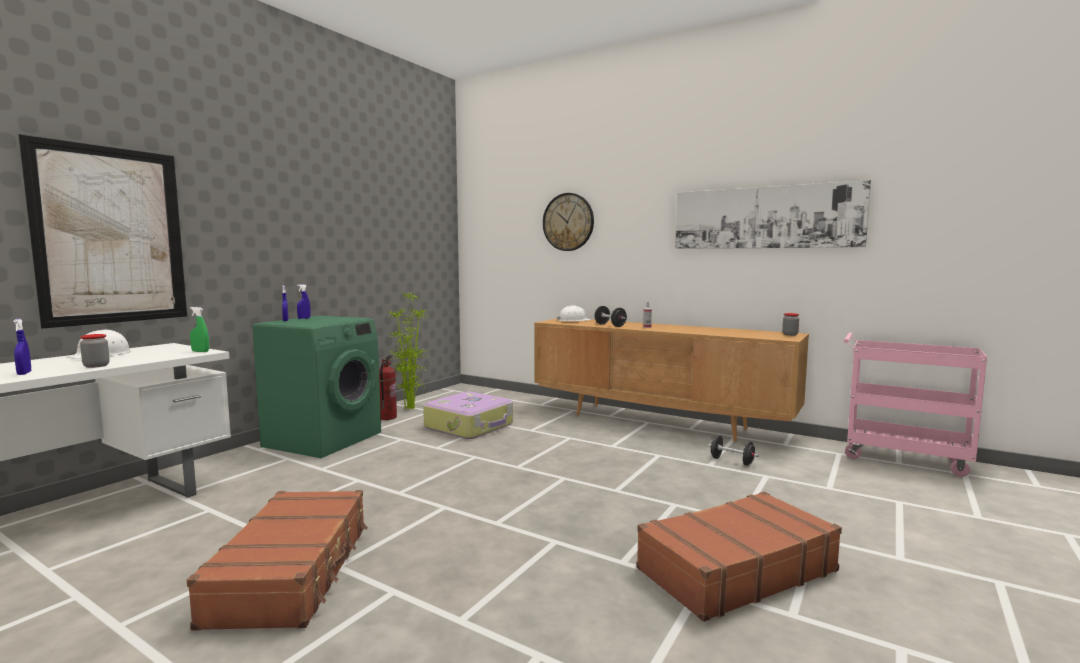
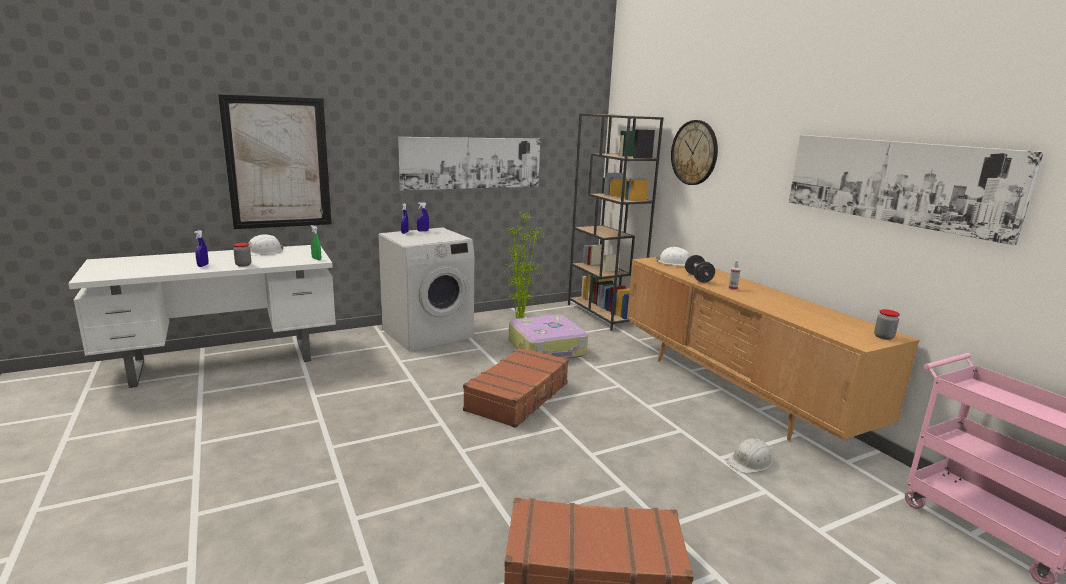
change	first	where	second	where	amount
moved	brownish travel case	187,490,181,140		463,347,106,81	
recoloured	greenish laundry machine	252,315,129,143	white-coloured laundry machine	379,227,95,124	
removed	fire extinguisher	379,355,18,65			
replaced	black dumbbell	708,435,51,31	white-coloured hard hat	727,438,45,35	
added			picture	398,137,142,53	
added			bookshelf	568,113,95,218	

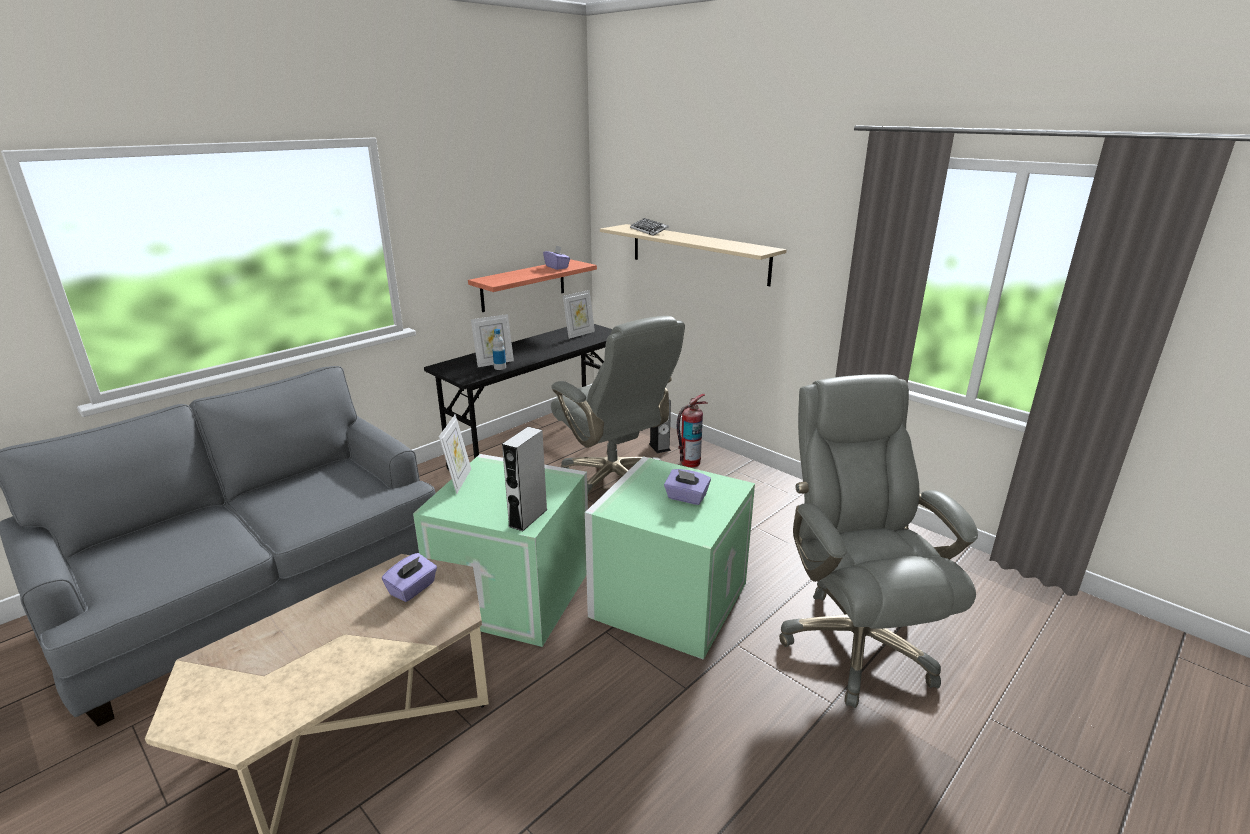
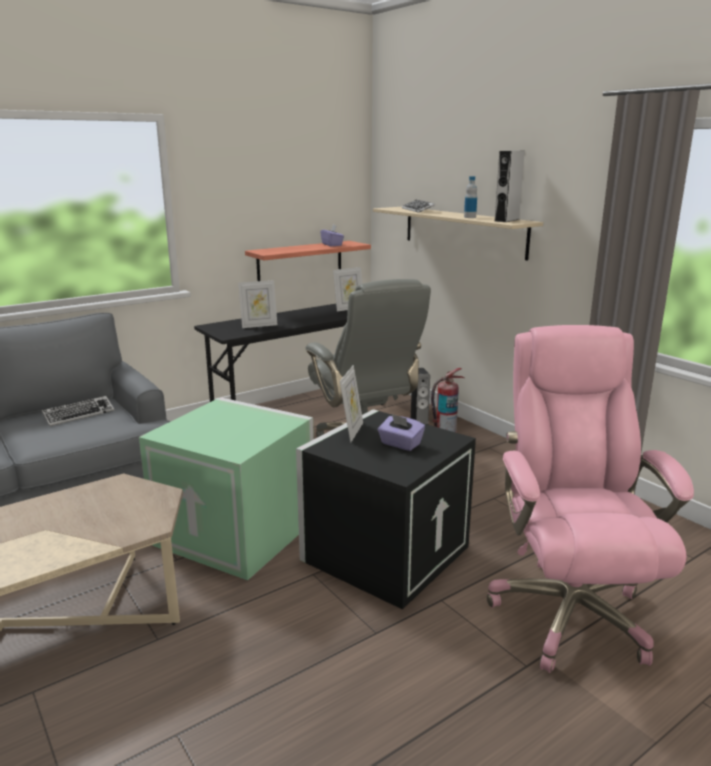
change	first	where	second	where	amount
removed	purplish tissue box	382,553,55,49			
moved	picture frame	439,414,32,80		340,365,23,78	
moved	bottle	493,329,13,41		464,176,13,42	
moved	grey speaker	502,427,46,104		494,151,31,71	
recoloured	greenish storage container	585,456,170,204	black storage container	296,409,180,201	
recoloured	grey computer chair	779,374,199,334	pink computer chair	487,325,207,348	
added			PC keyboard	42,396,72,30	

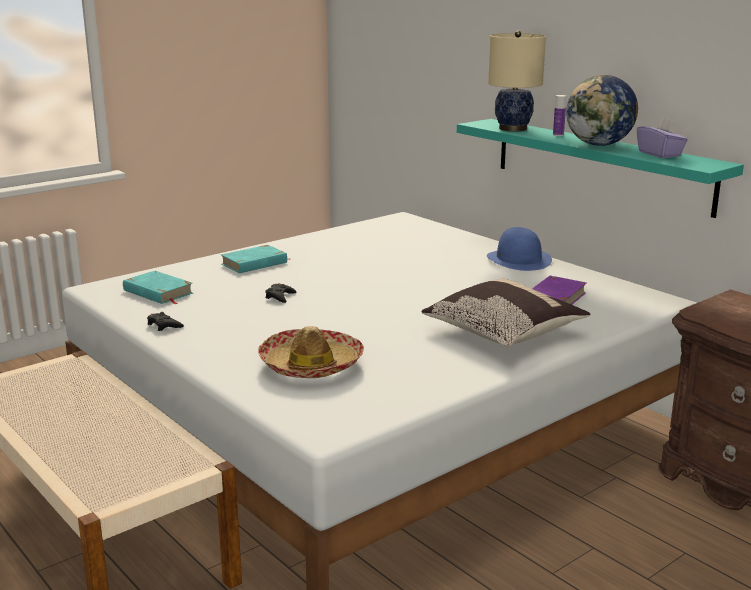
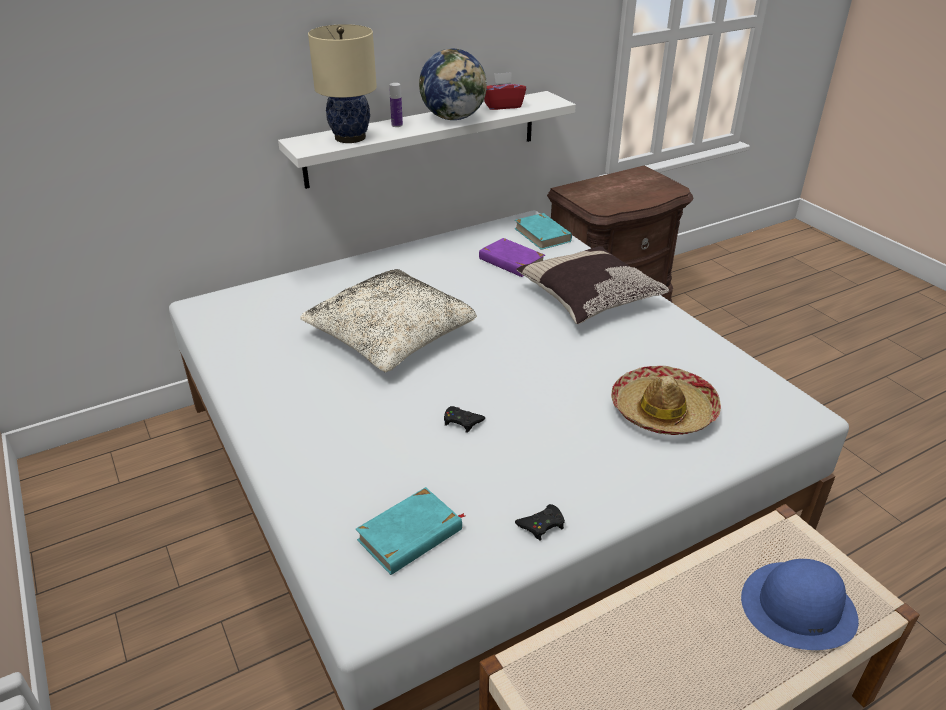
change	first	where	second	where	amount
moved	turquoise book	221,245,68,28		514,213,58,37	
recoloured	turquoise wall shelf	457,119,287,99	white-coloured wall shelf	278,91,298,98	
moved	bluish hat	487,227,65,44		741,559,118,91	
recoloured	purplish tissue box	637,117,51,41	red-coloured tissue box	484,72,42,38	
added			sand-coloured pillow	300,269,177,103	

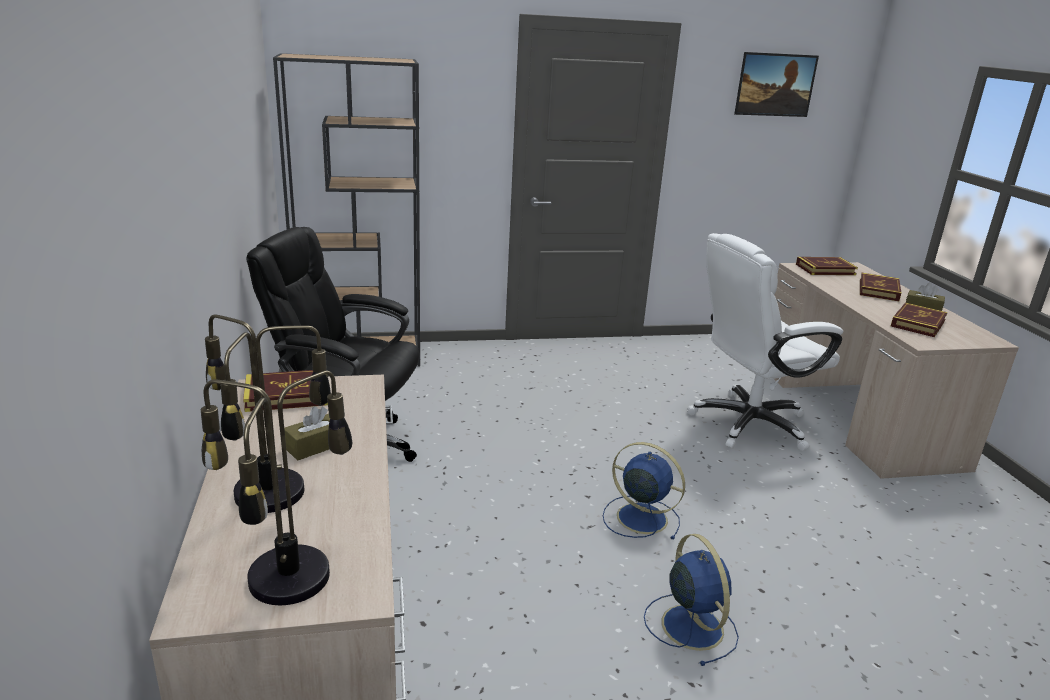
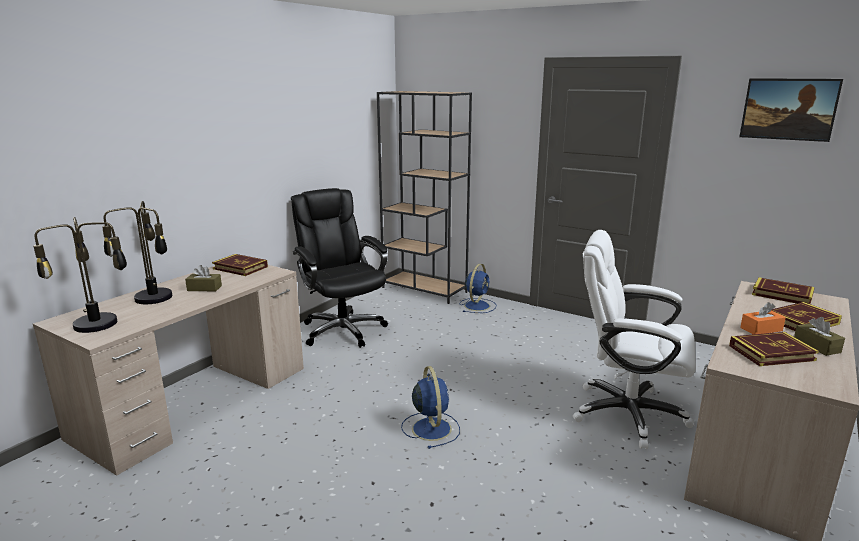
change	first	where	second	where	amount
moved	bluish fan	644,534,95,132		460,264,36,49	
added			orange tissue box	740,302,46,32	

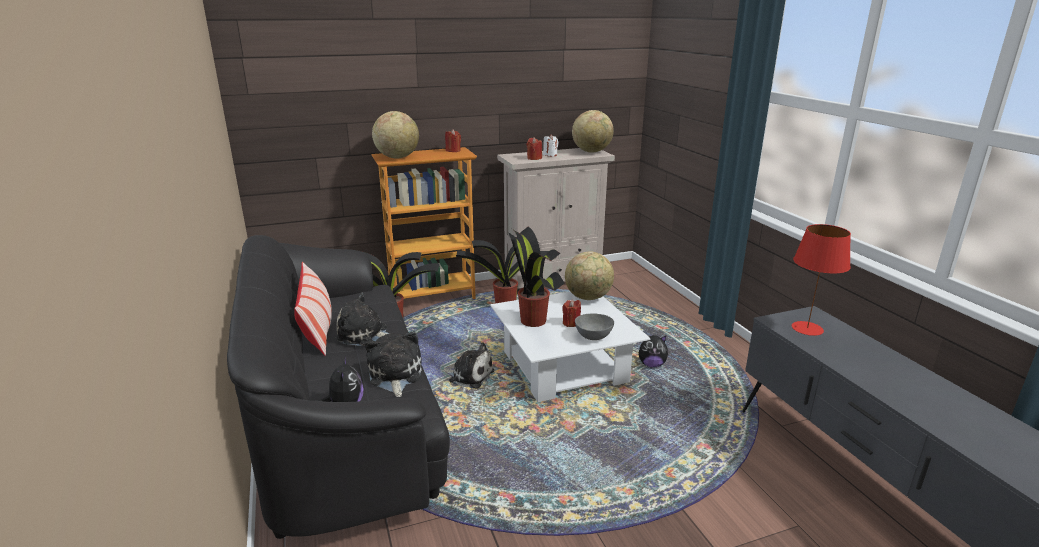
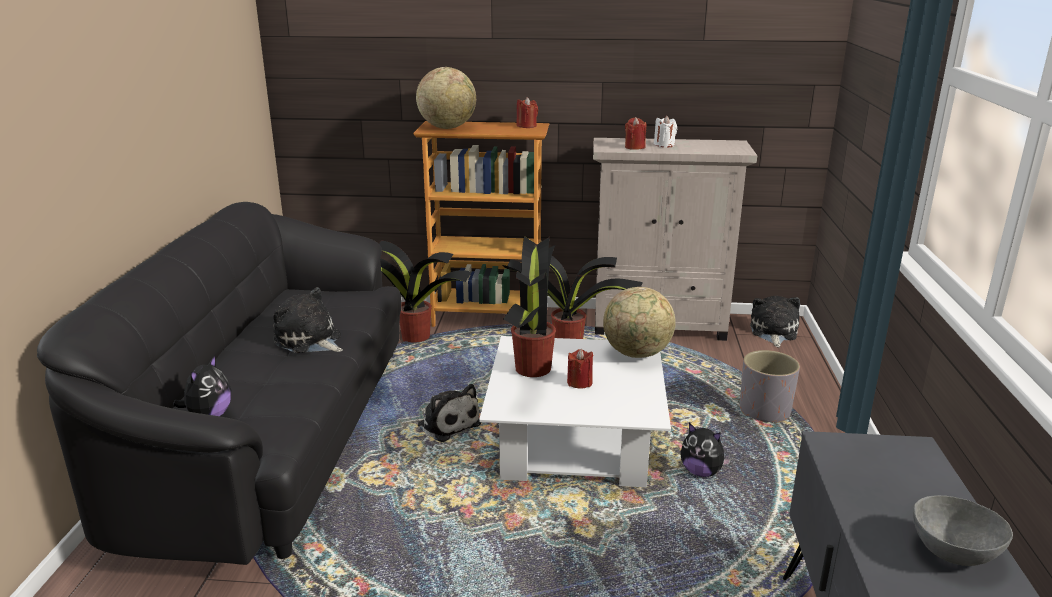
change	first	where	second	where	amount
removed	pillow	294,262,38,94			
moved	soft toy	365,331,57,66		750,296,50,52	
removed	world globe	572,110,42,42			
moved	grey serving bowl	575,313,39,27		913,495,100,71	
removed	red-coloured tabletop lamp	792,224,59,112			
added			grey planter	740,350,60,73	

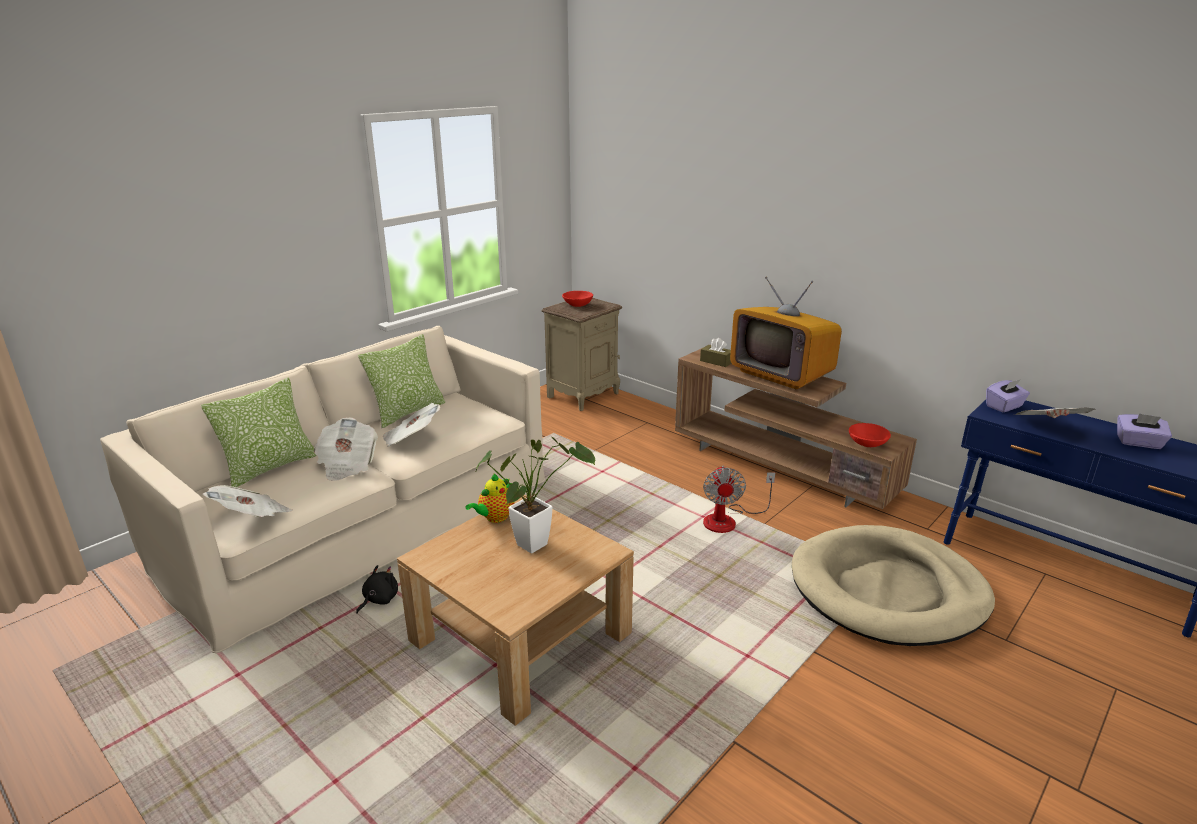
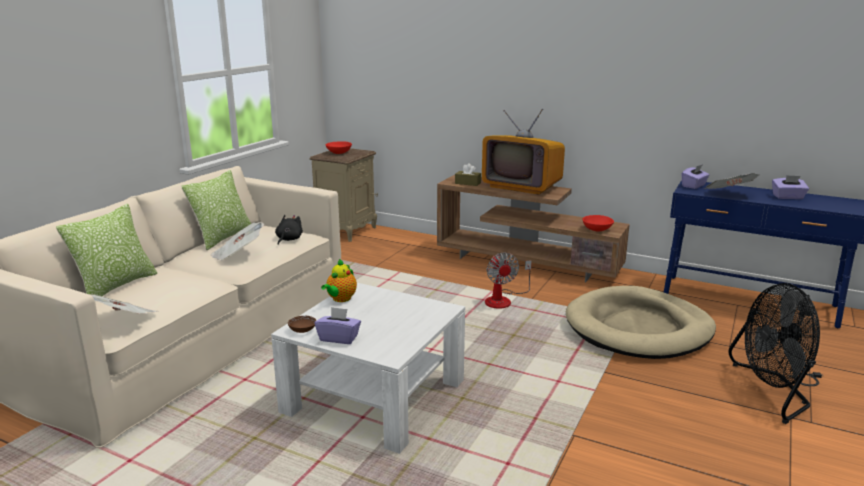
change	first	where	second	where	amount
removed	printed paper	314,417,64,64			
moved	black soft toy	356,565,42,49		275,215,28,30	
recoloured	brownish lounge table	397,494,237,232	white-coloured lounge table	271,283,194,171	
removed	potted plant	475,437,120,116			
added			brownish serving bowl	288,316,29,17	
added			purplish tissue box	315,307,46,37	
added			black fan	729,283,94,141	

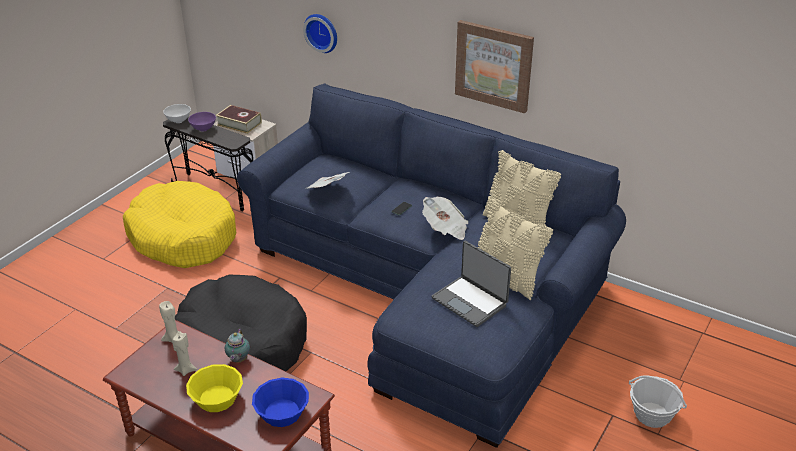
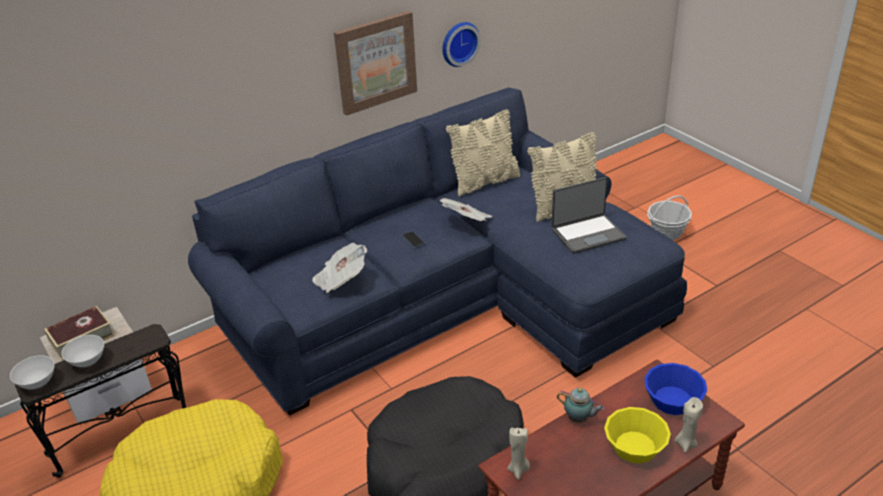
change	first	where	second	where	amount
moved	sand-coloured candle	173,331,24,45		675,397,28,55	
recoloured	purplish serving bowl	188,112,28,19	white-coloured serving bowl	61,335,43,32	
moved	wall clock	303,14,34,39		442,22,39,45	

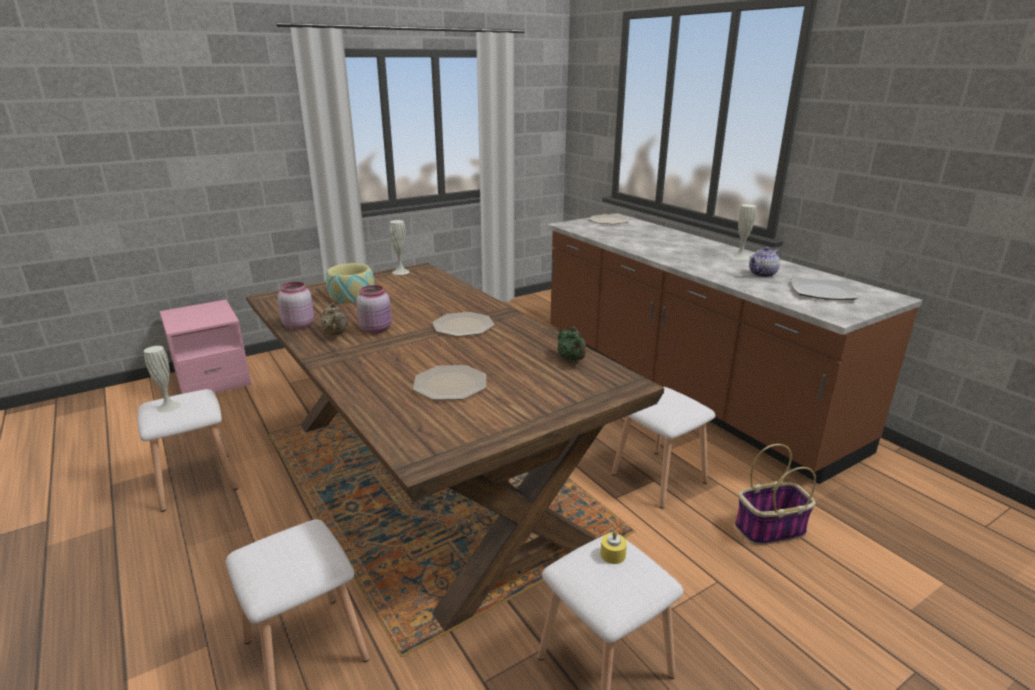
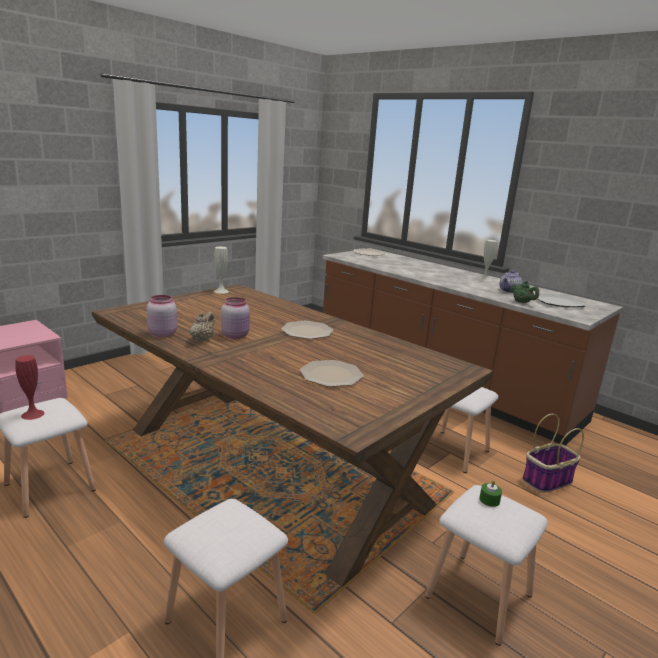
change	first	where	second	where	amount
recoloured	white-coloured decorative vase	144,346,37,67	red-coloured decorative vase	15,355,30,65	
turned	sand-coloured teapot	320,303,28,32		190,312,24,31	120 degrees counterclockwise
removed	serving bowl	326,263,48,40			
moved	greenish teapot	558,326,28,35		510,281,29,22	
recoloured	yellow-coloured candle	600,531,27,33	greenish candle	479,480,23,27	

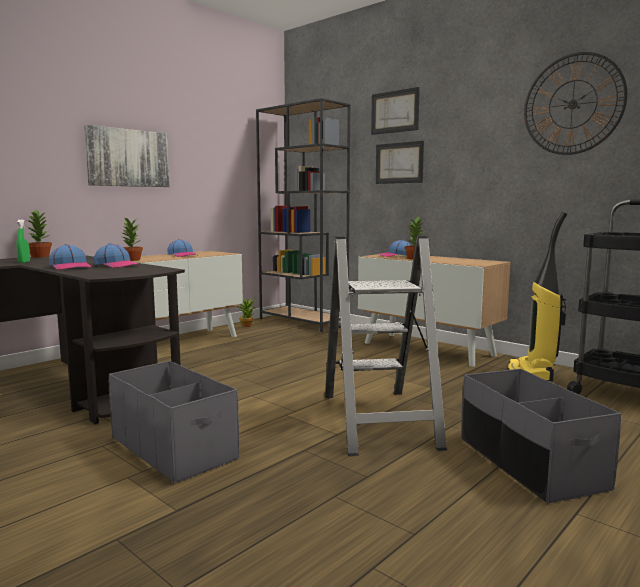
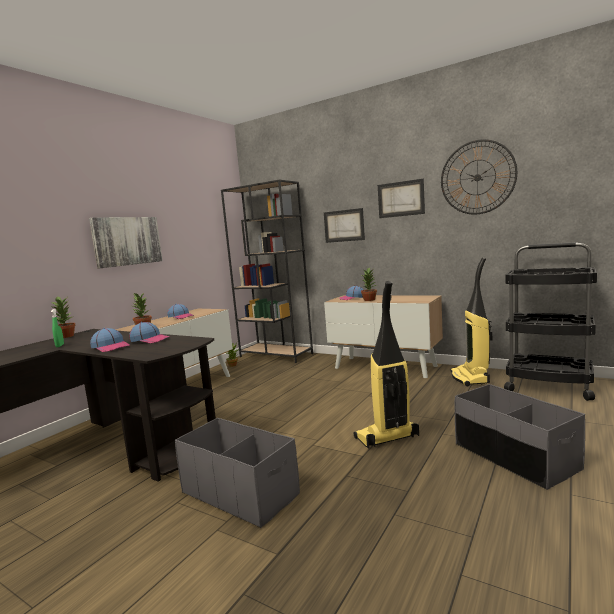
change	first	where	second	where	amount
replaced	grey step stool	325,235,122,221	vacuum cleaner	354,281,65,167	
moved	picture	371,87,49,48		378,179,47,39	

